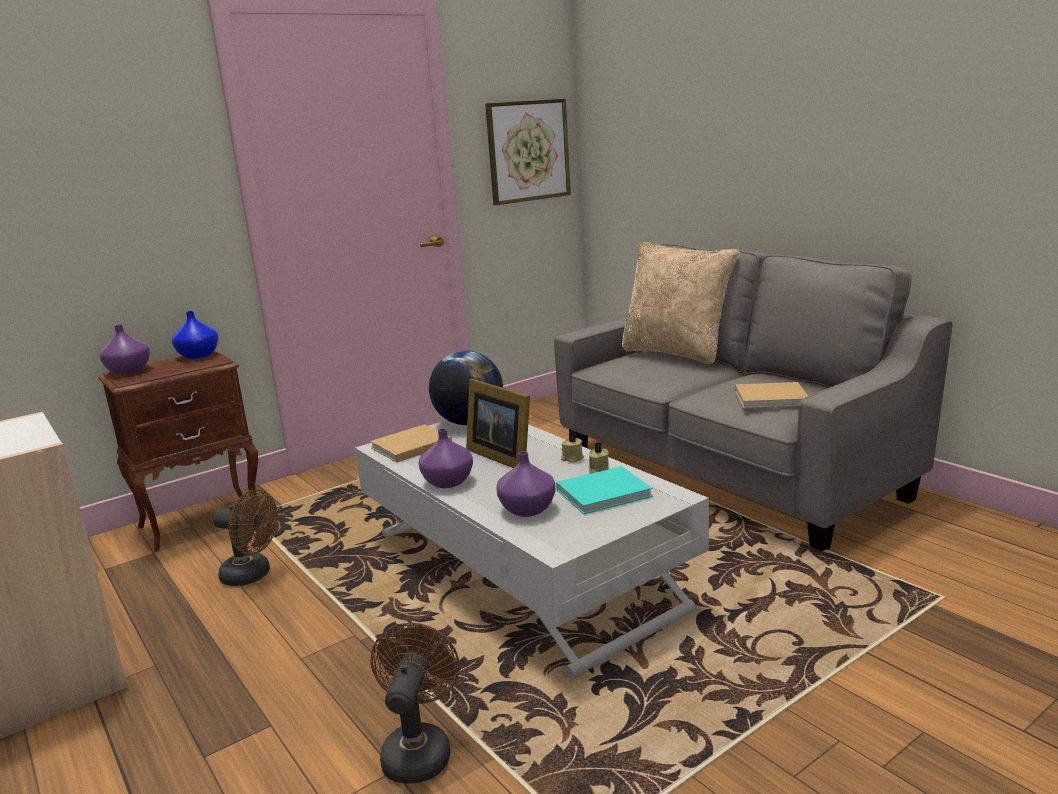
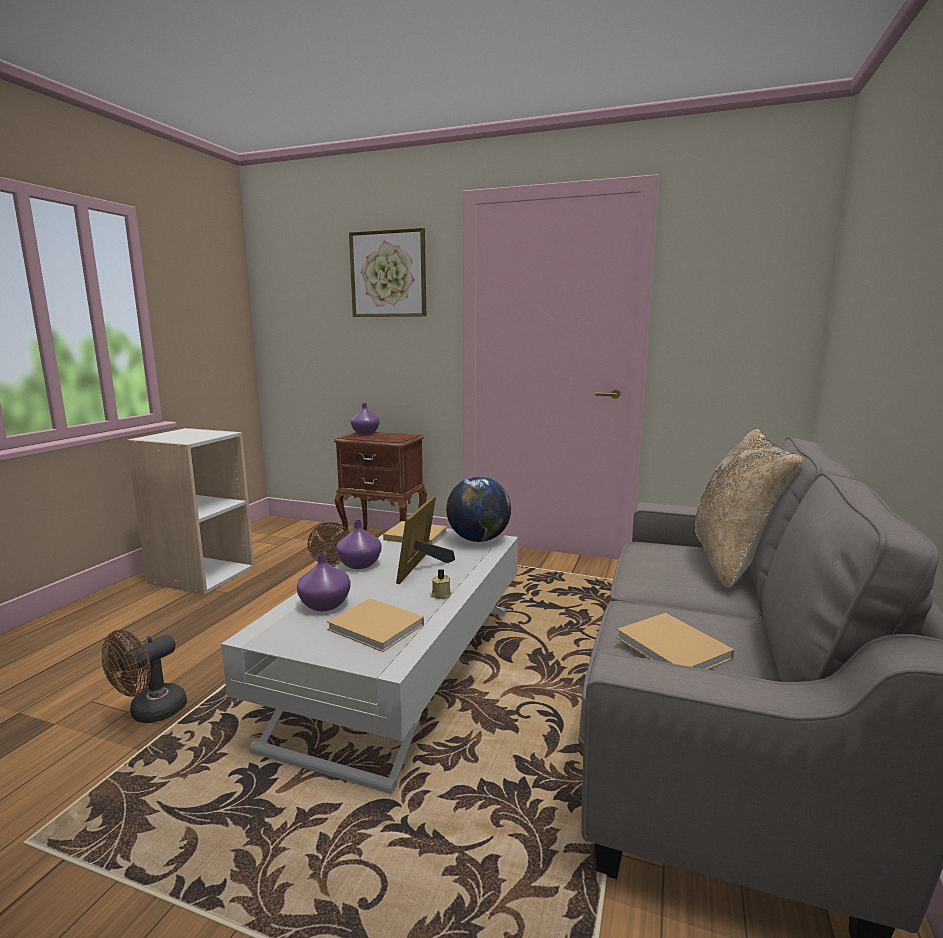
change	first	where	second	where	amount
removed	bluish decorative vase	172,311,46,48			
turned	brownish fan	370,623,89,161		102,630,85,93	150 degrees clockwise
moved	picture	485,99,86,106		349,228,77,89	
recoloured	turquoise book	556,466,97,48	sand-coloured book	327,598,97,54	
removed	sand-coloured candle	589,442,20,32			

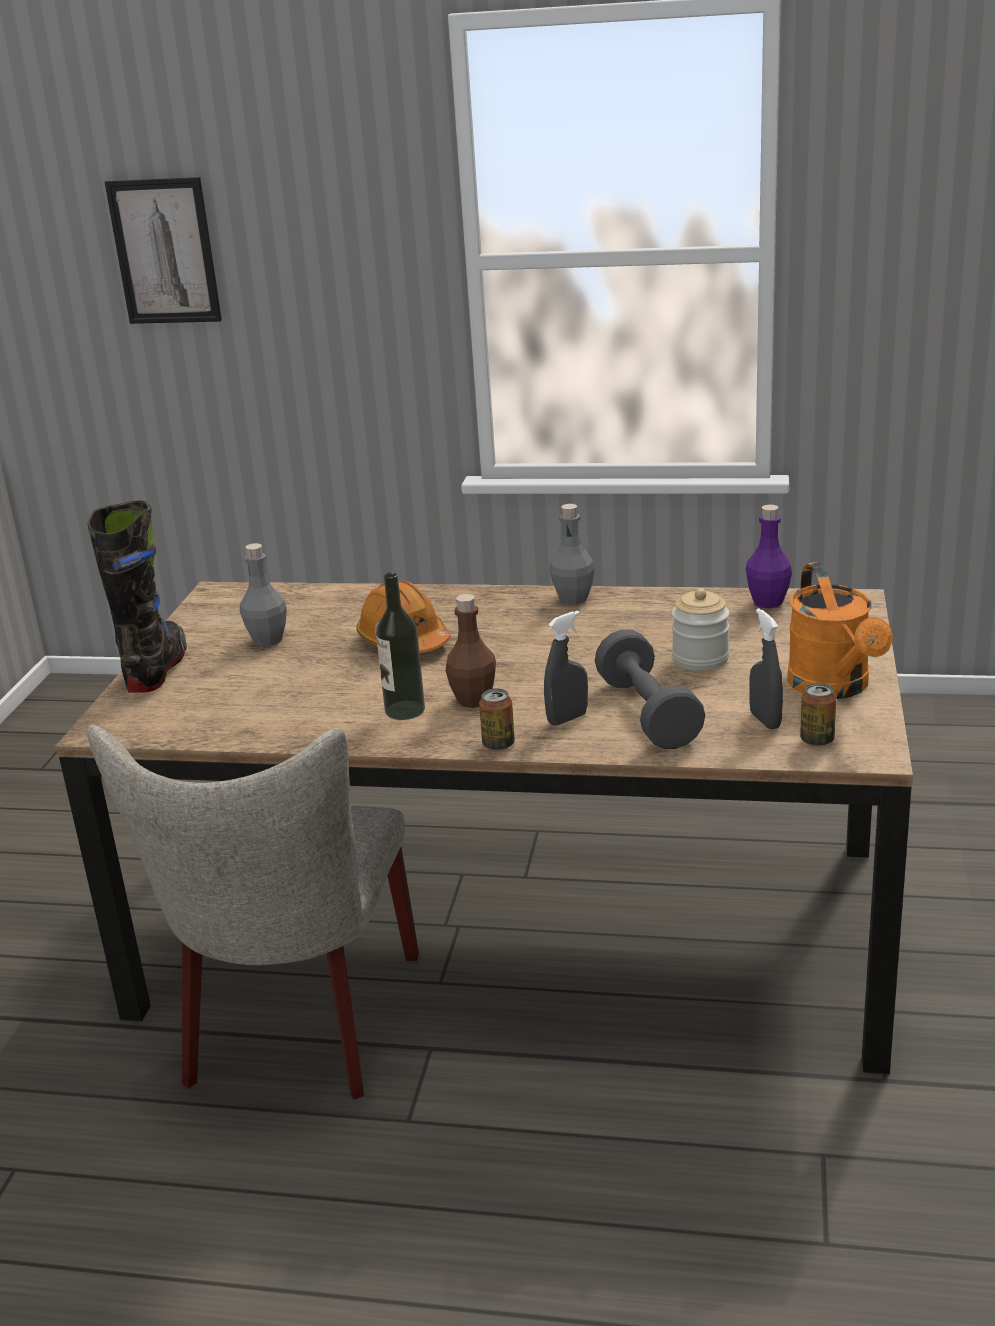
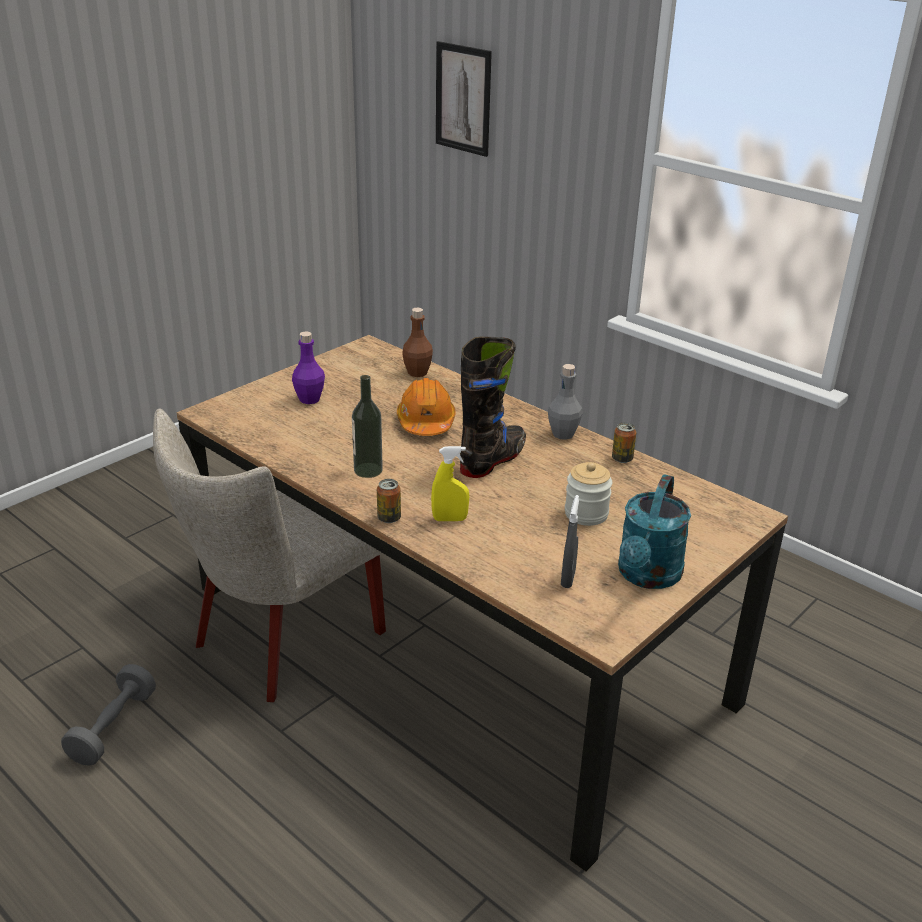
change	first	where	second	where	amount
moved	black tall boot	87,501,100,192		460,337,66,141	
removed	grey bottle	240,543,47,104			
moved	brownish bottle	446,594,50,114		402,308,31,69	
recoloured	grey spray bottle	544,610,44,116	yellow-coloured spray bottle	431,446,38,75	
moved	grey dumbbell	595,630,110,119		61,664,95,102	
moved	purplish bottle	746,505,46,103		292,331,33,73	
recoloured	orange watering can	787,562,106,137	turquoise watering can	618,474,73,115	
moved	metal can	800,683,36,63		612,422,24,41	

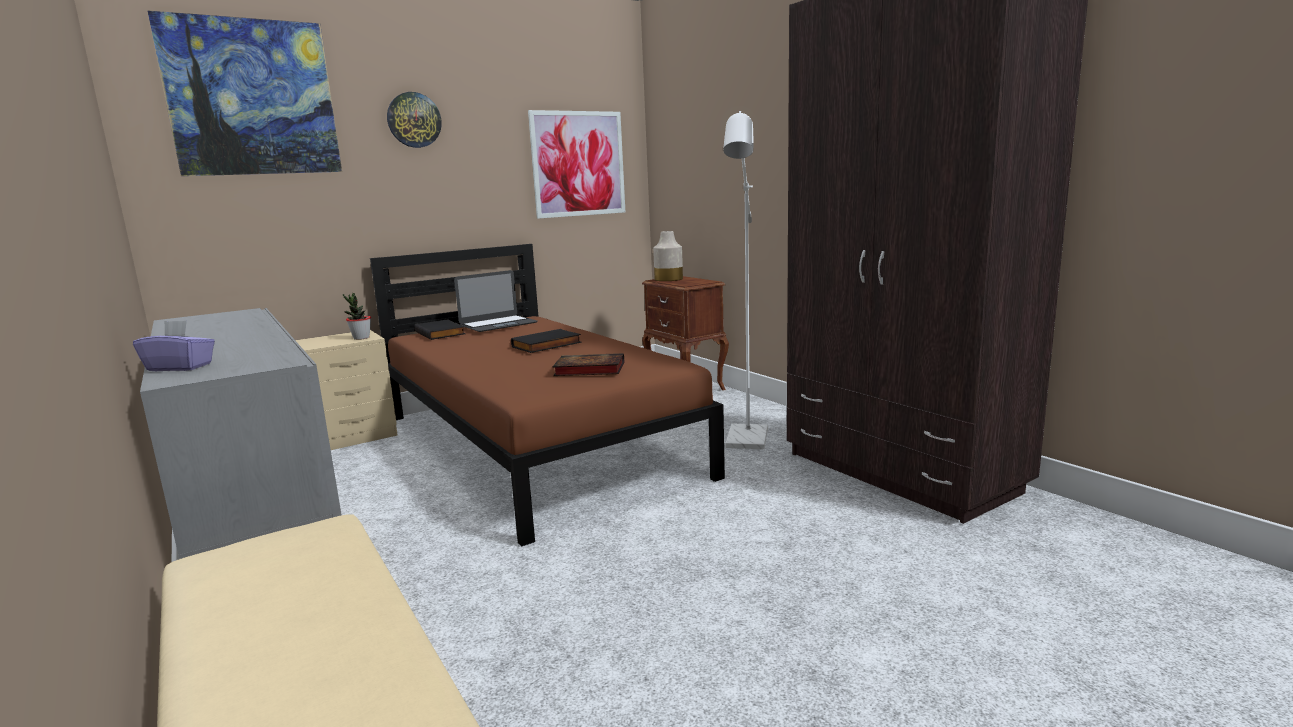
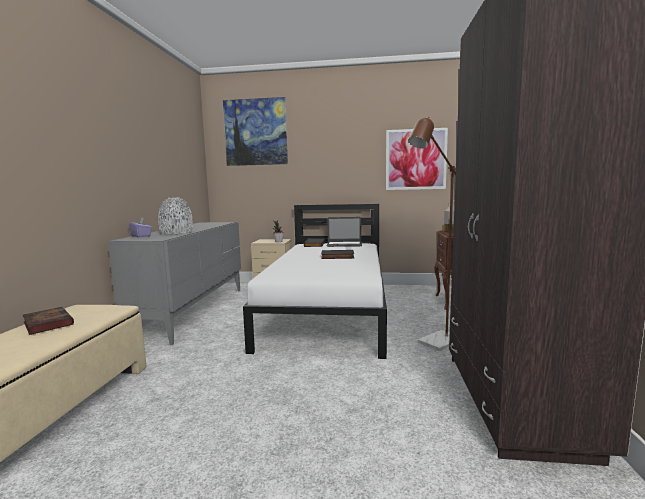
change	first	where	second	where	amount
recoloured	brownish bedroom bed	370,244,355,303	white-coloured bedroom bed	243,204,144,155	
removed	wall clock	387,92,55,56			
moved	book	553,353,71,23		23,307,51,28	
recoloured	white-coloured standing lamp	723,111,45,338	brownish standing lamp	409,117,47,234	
added			grey decorative vase	158,198,35,37	

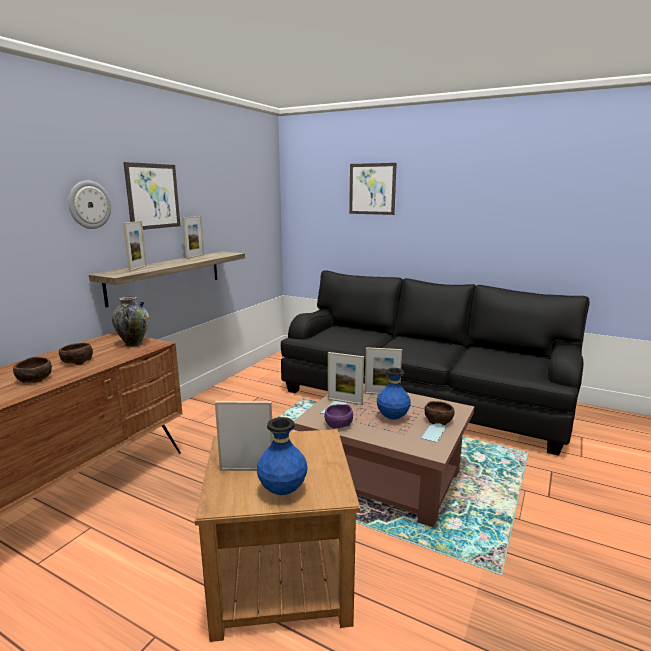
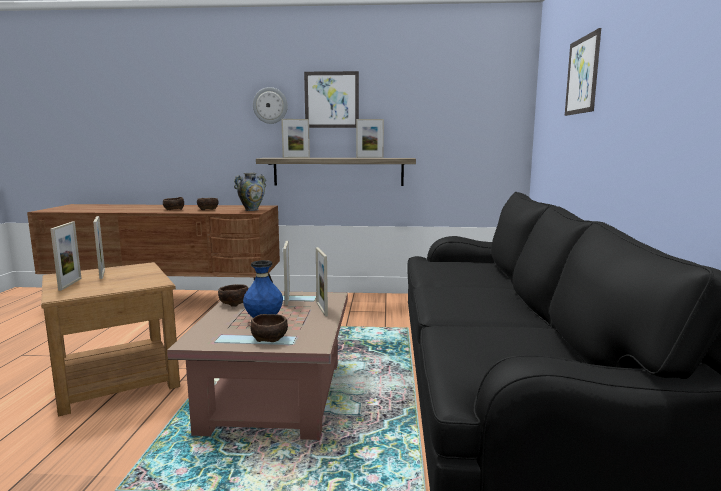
change	first	where	second	where	amount
replaced	bluish decorative vase	257,417,51,78	picture frame	50,222,32,69	
recoloured	purplish serving bowl	324,404,29,25	brownish serving bowl	218,284,31,22	

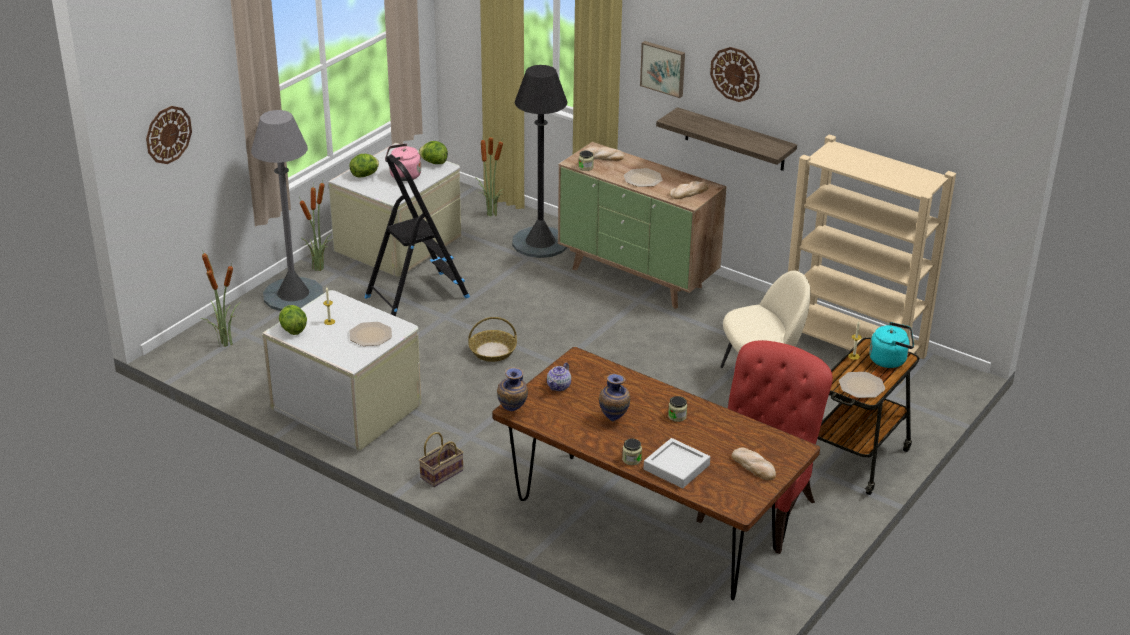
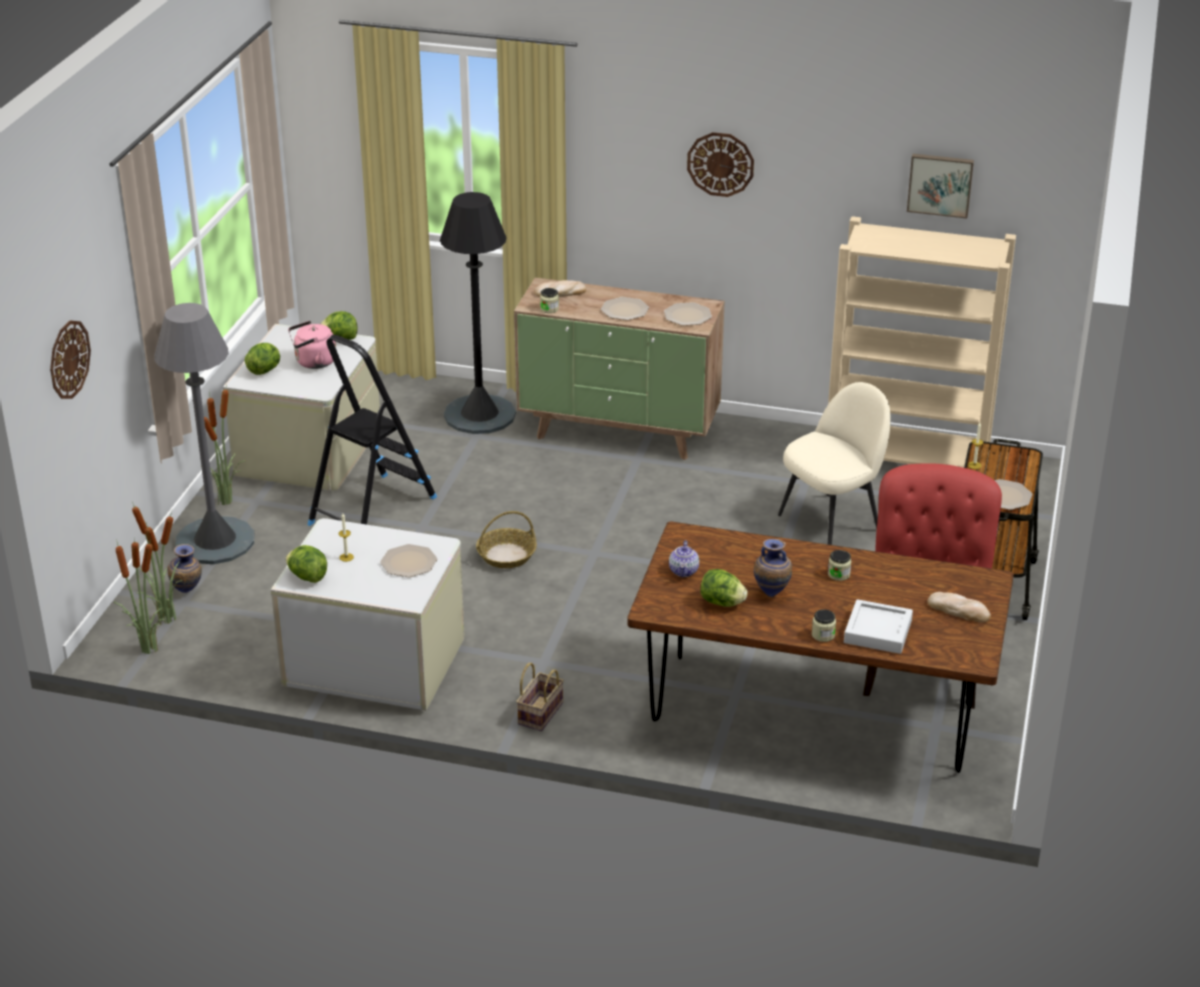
change	first	where	second	where	amount
moved	potted plant	475,134,29,82		114,537,51,117	
moved	decorative vase	497,367,31,44		167,544,35,49	
moved	picture	640,41,45,57		907,154,67,65	
removed	wall shelf	656,107,141,64			
replaced	bread	669,181,39,18	plate	664,302,48,24	
removed	turquoise water kettle	869,322,45,46			
added			lettuce head	700,569,48,38	

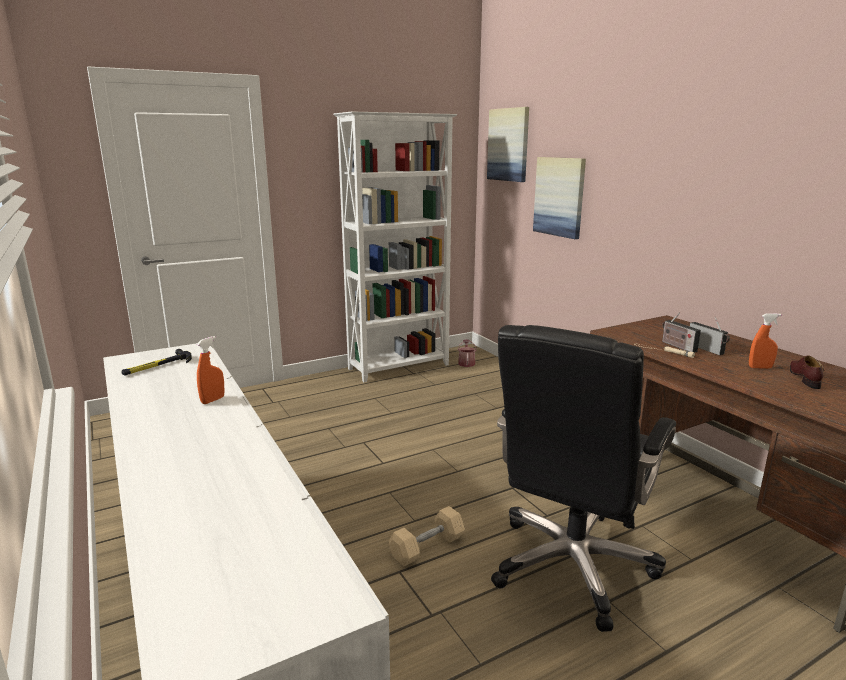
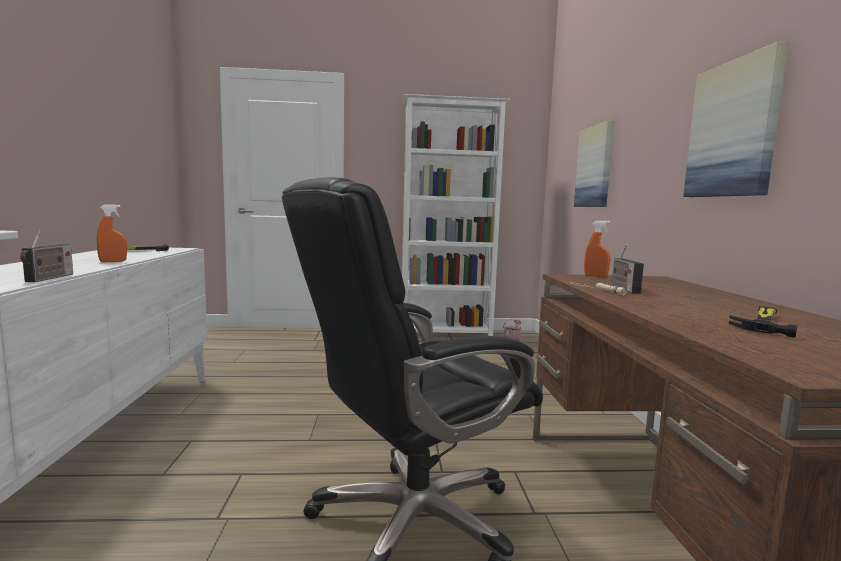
change	first	where	second	where	amount
removed	sand-coloured dumbbell	389,506,76,60			
moved	picture	487,107,42,75		683,41,105,156	
moved	radio	690,317,40,38		20,229,53,53	
moved	orange spray bottle	749,313,32,56		584,221,27,56	
replaced	brownish item of footwear	790,356,34,33	hand hammer	729,306,68,31	

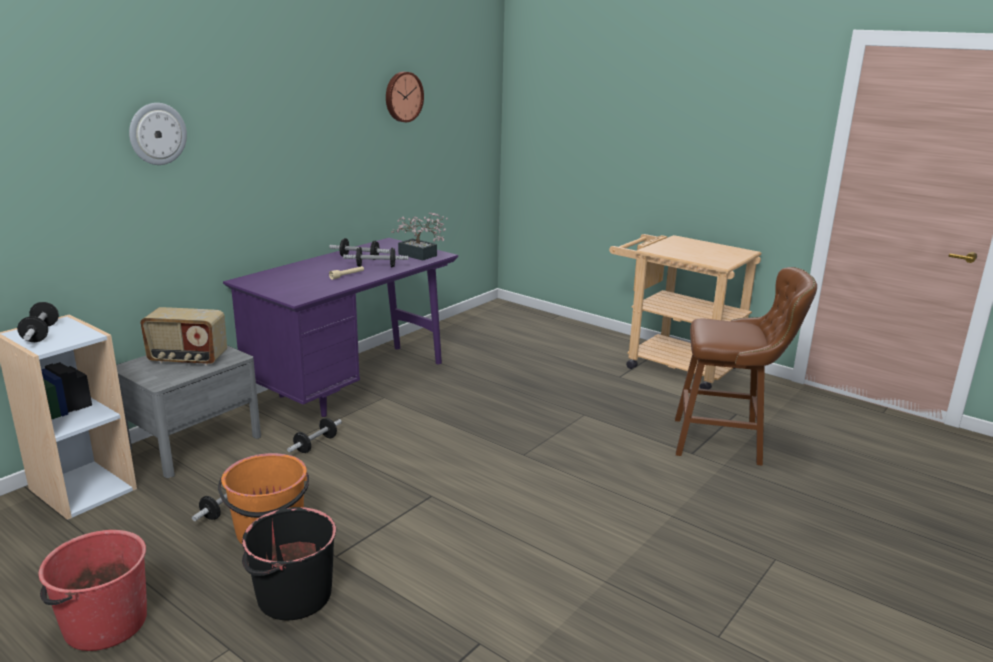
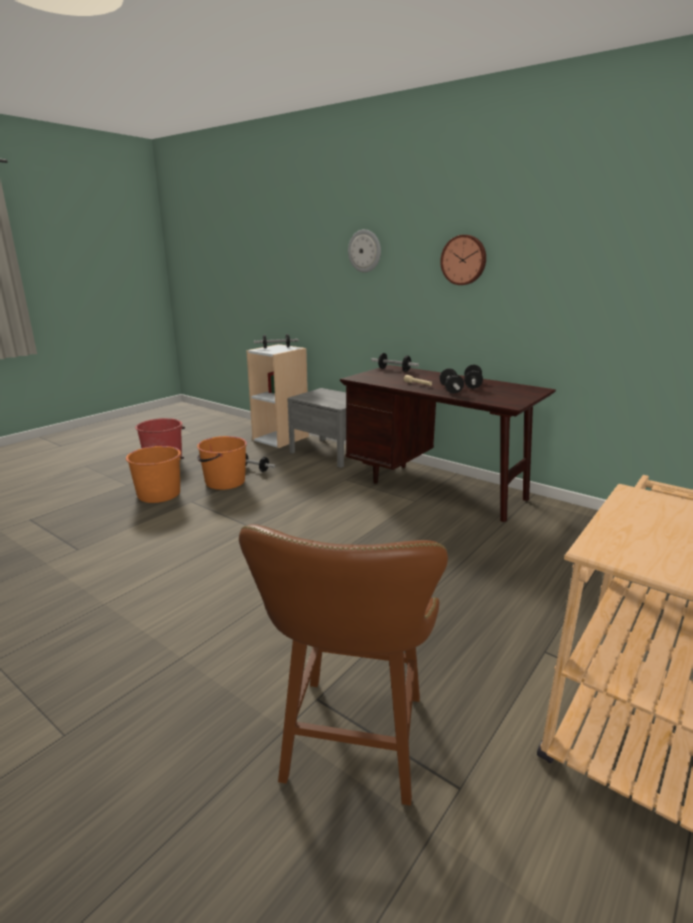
change	first	where	second	where	amount
removed	radio	140,307,87,59			
recoloured	purplish desk unit	223,238,235,179	brownish desk unit	340,365,216,157	
recoloured	black bucket	242,507,94,113	orange bucket	126,446,58,57	
moved	dumbbell	287,418,55,35		371,353,48,19	
moved	wall clock	386,72,38,50		440,235,46,50	
removed	potted plant	391,213,57,47			

